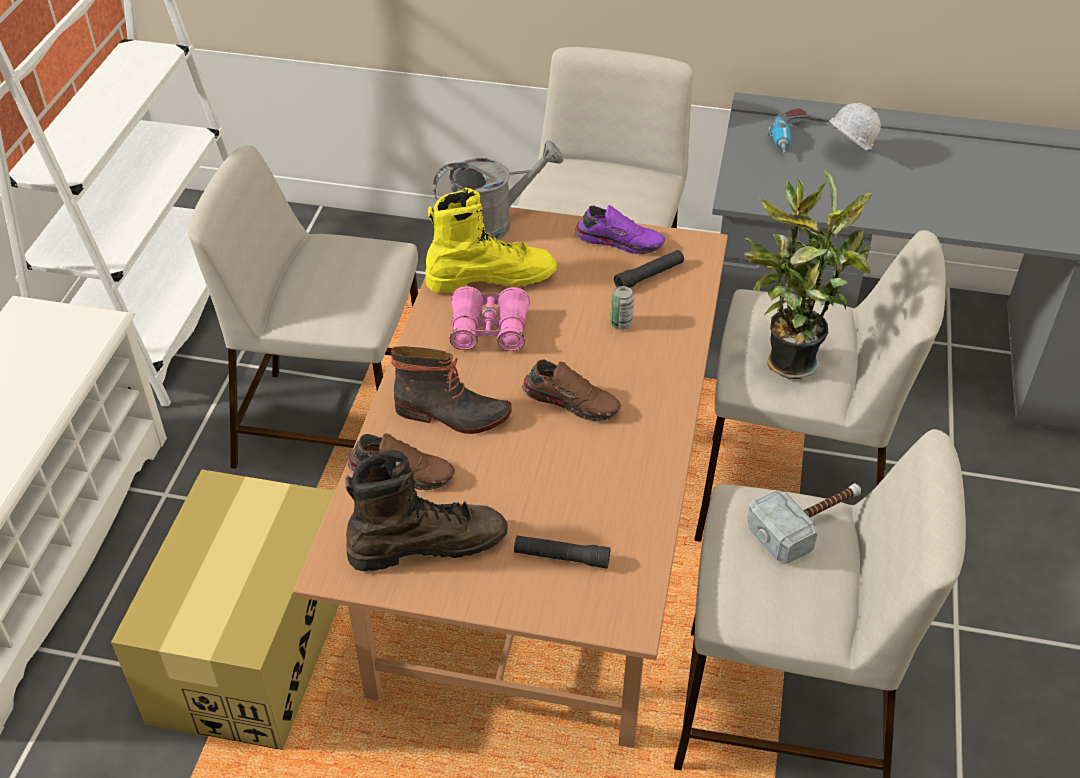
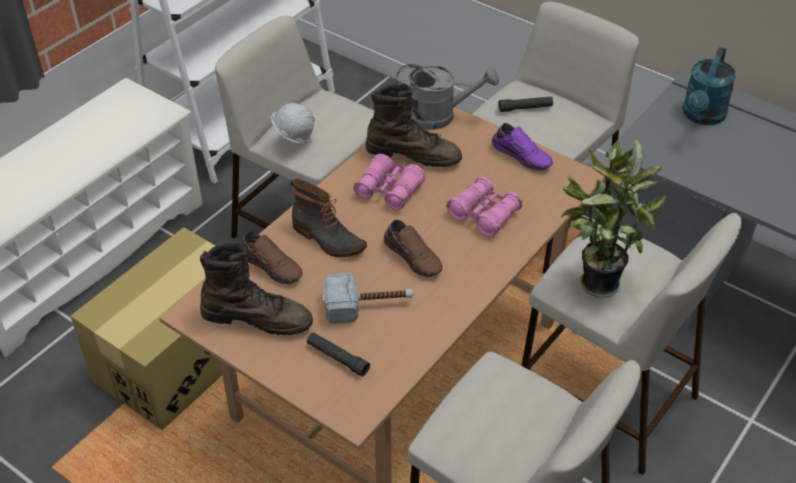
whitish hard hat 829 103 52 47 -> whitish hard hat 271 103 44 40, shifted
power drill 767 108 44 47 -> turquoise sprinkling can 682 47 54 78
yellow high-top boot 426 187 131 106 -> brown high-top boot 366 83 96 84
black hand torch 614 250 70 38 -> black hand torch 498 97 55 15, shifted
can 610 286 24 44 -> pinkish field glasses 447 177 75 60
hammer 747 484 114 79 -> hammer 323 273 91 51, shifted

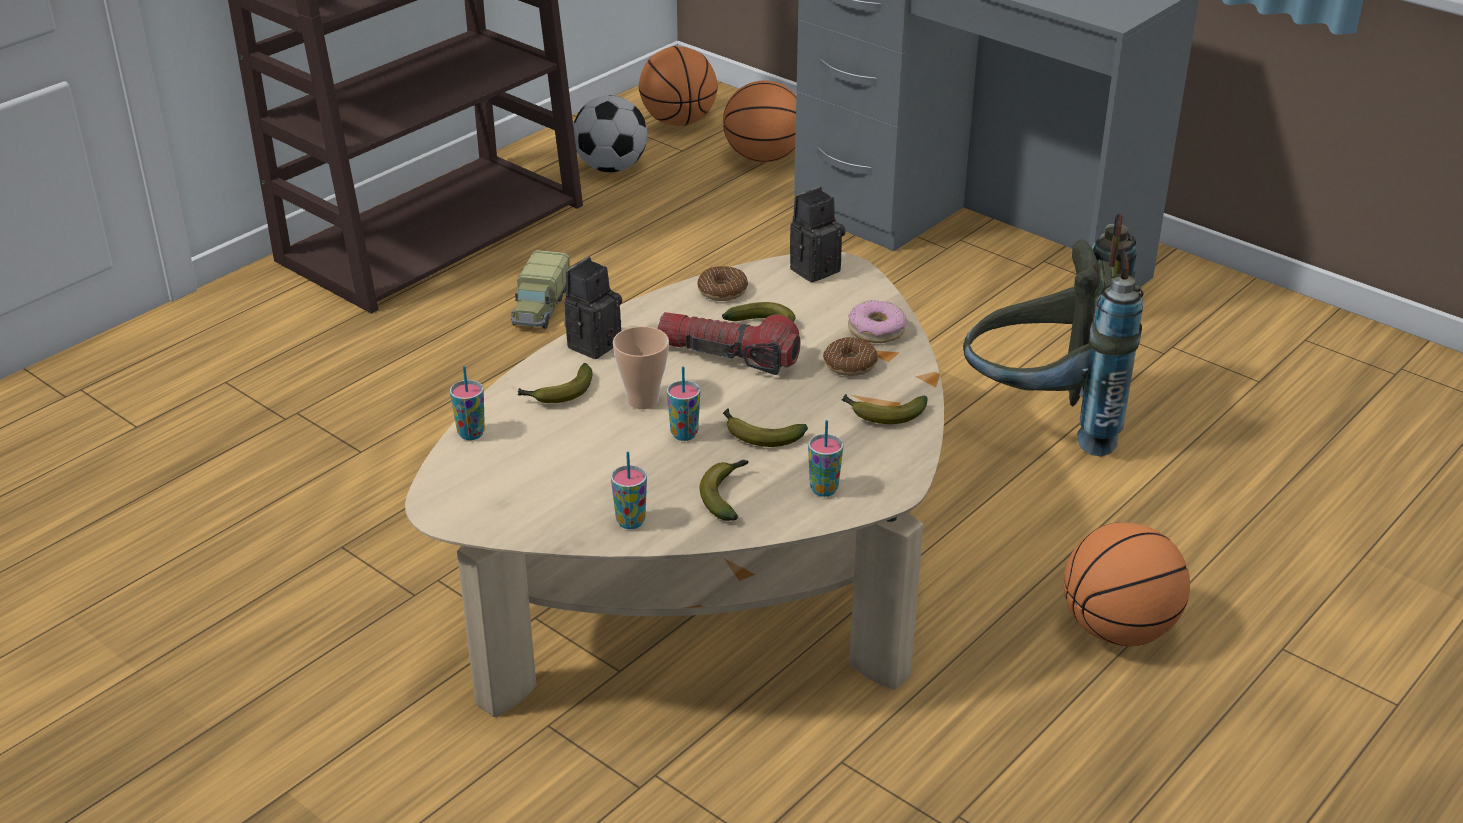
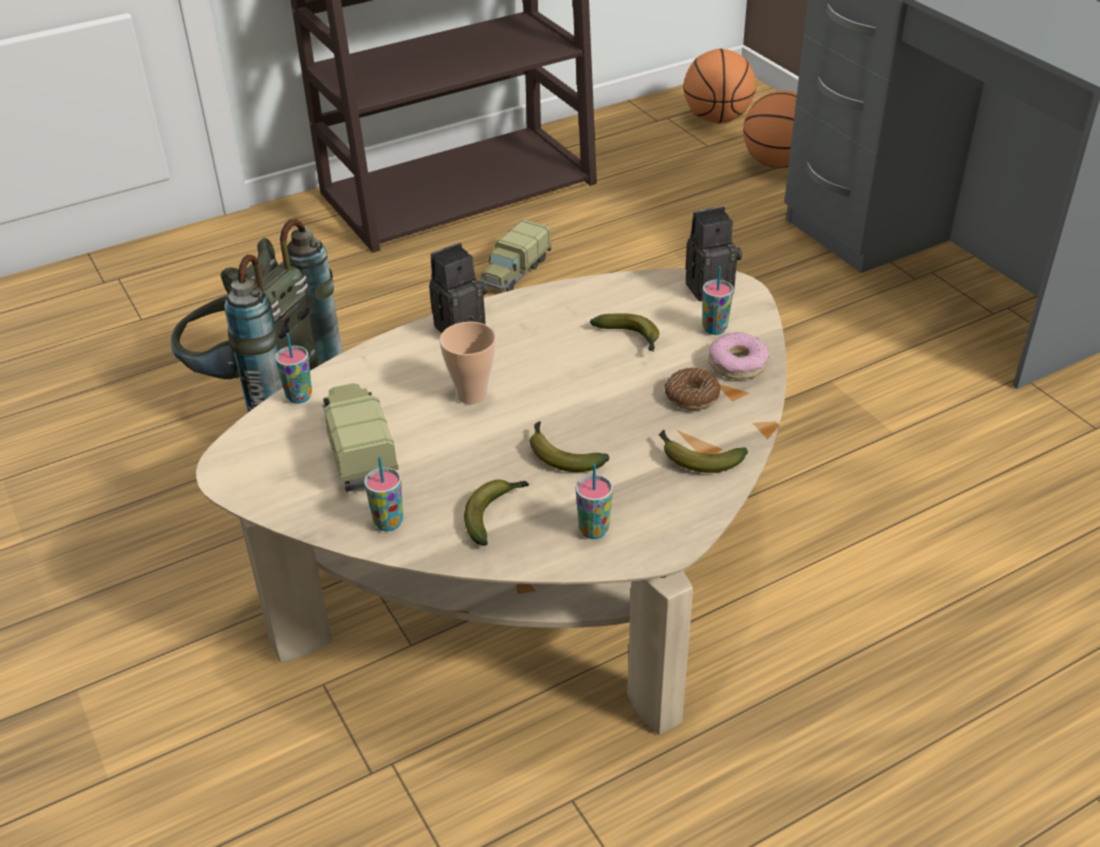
football ball 573 96 74 76 -> none
gray knapsack 963 214 180 242 -> gray knapsack 171 219 171 193, shifted
donut 697 266 51 35 -> none
hand torch 658 312 142 63 -> none
whole banana 518 363 74 40 -> none
small cup 667 367 33 74 -> small cup 703 266 31 69, shifted
basketball 1063 522 127 124 -> none
none -> model truck 322 383 77 109

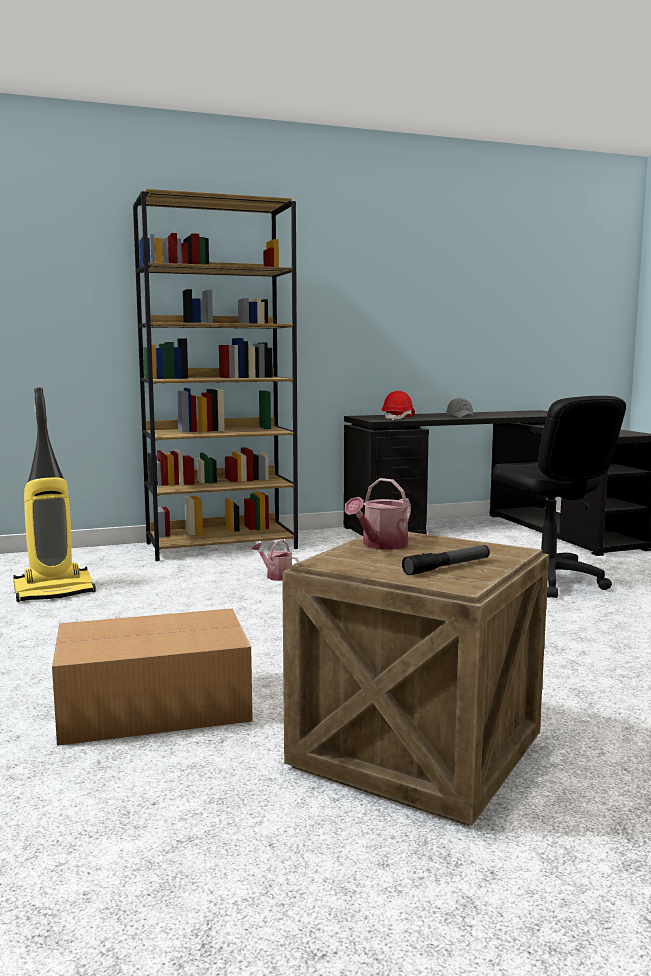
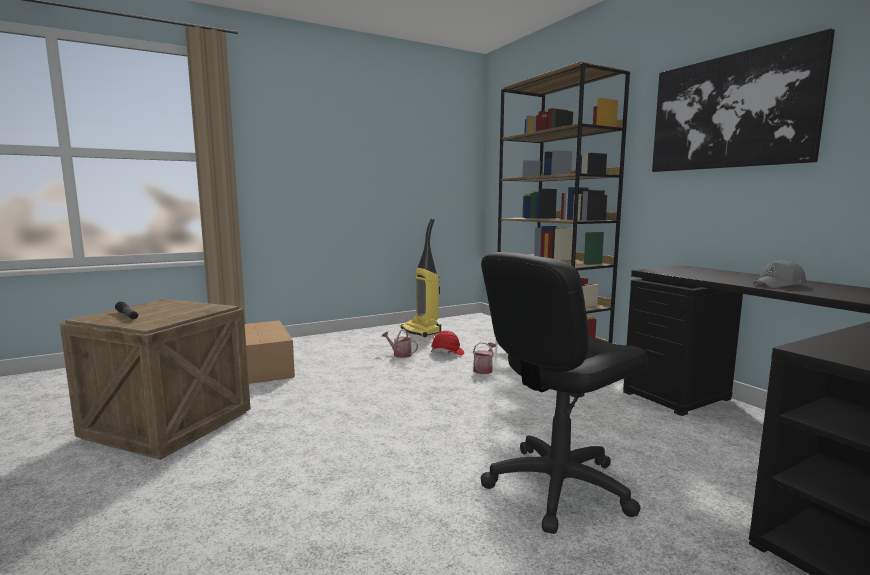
red hard hat 382 391 33 29 -> red hard hat 431 330 33 26, shifted
sprinkling can 344 478 67 71 -> sprinkling can 382 329 36 29, shifted
none -> picture 652 29 183 143

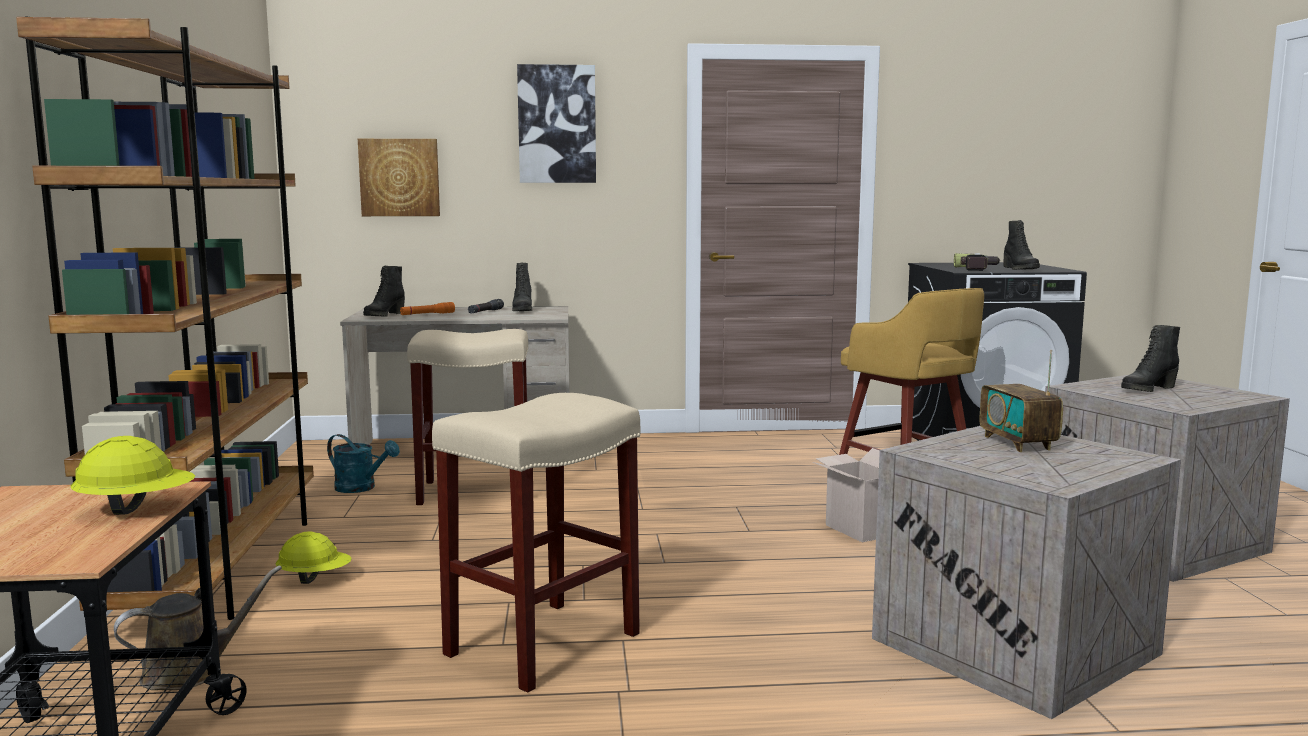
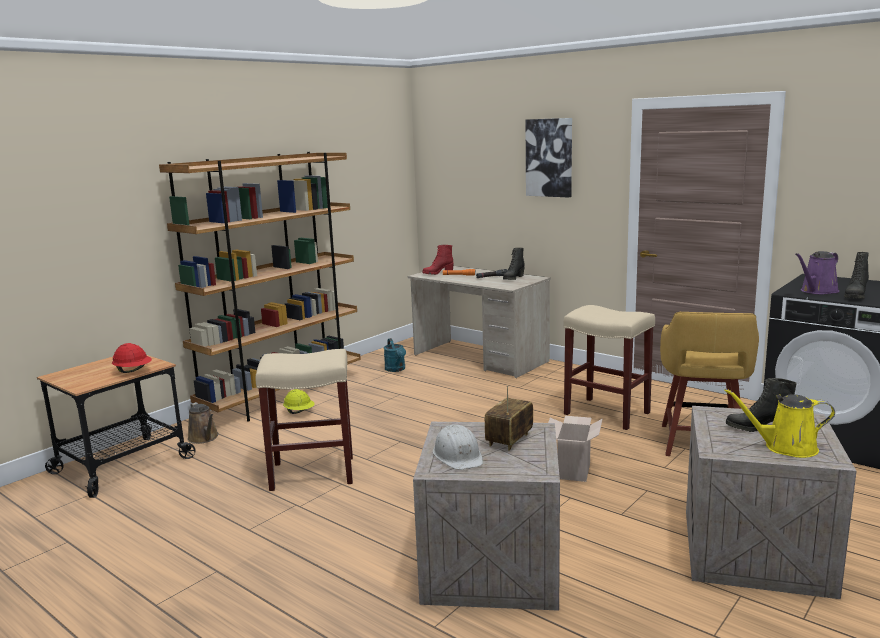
picture 358 139 82 77 -> none
power drill 954 253 47 18 -> purple-coloured sprinkling can 795 251 44 43
black high-top boot 363 266 42 51 -> red high-top boot 422 245 32 30
beige-coloured stool seat 407 329 121 176 -> beige-coloured stool seat 564 305 91 125, shifted
yellow hard hat 70 436 125 79 -> red hard hat 112 343 40 30
brown sprinkling can 114 565 168 125 -> brown sprinkling can 188 402 31 42, 45 degrees clockwise
none -> yellow sprinkling can 724 389 111 69
none -> whitish hard hat 433 424 50 46

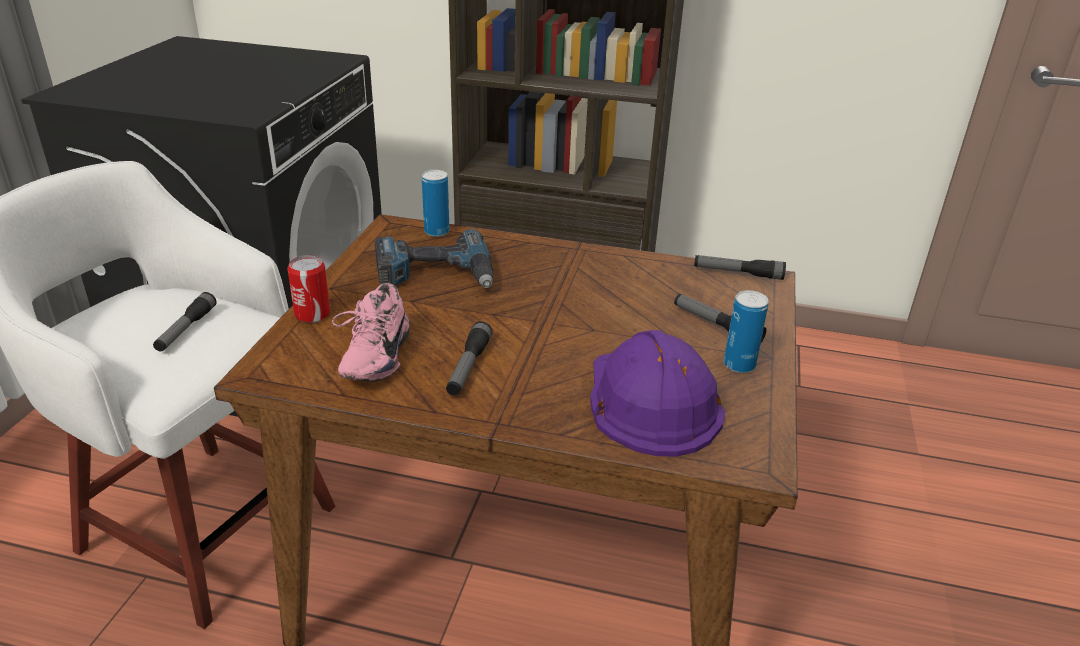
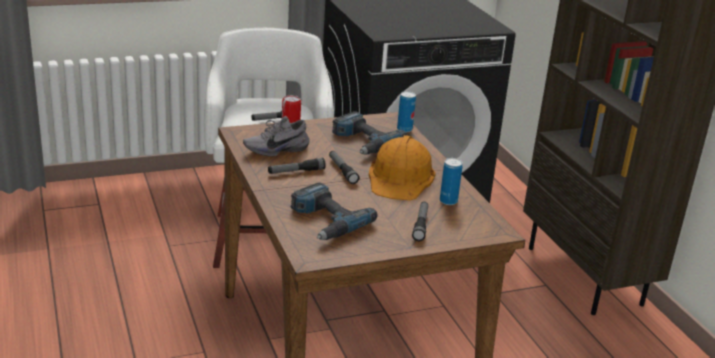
hand torch 694 255 92 25 -> hand torch 329 151 30 33, shifted
pinkish low shoe 332 283 78 99 -> gray low shoe 243 116 67 41
can 724 290 45 83 -> can 440 158 23 47, shifted
purple-coloured hard hat 590 330 135 126 -> power drill 290 183 88 57
none -> orange-coloured hard hat 369 135 67 65

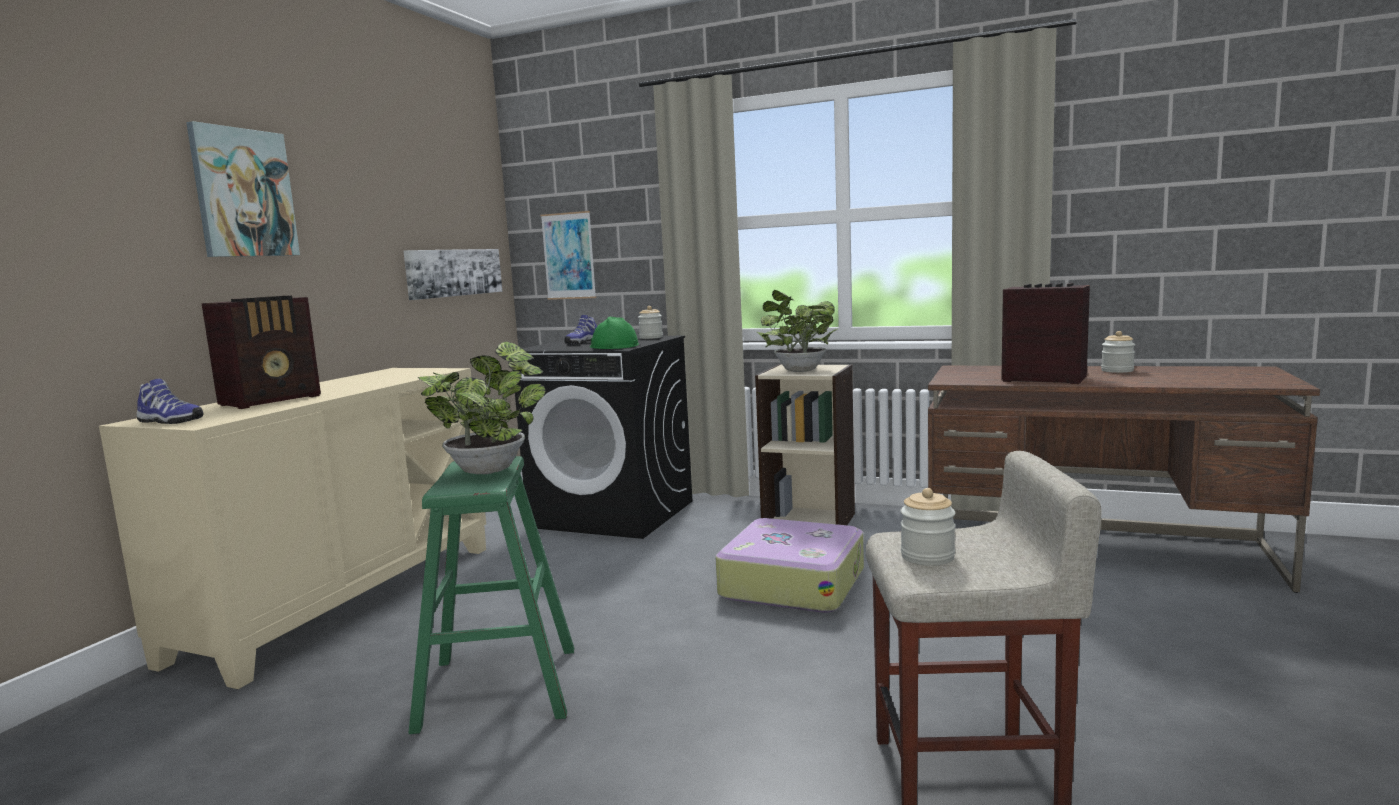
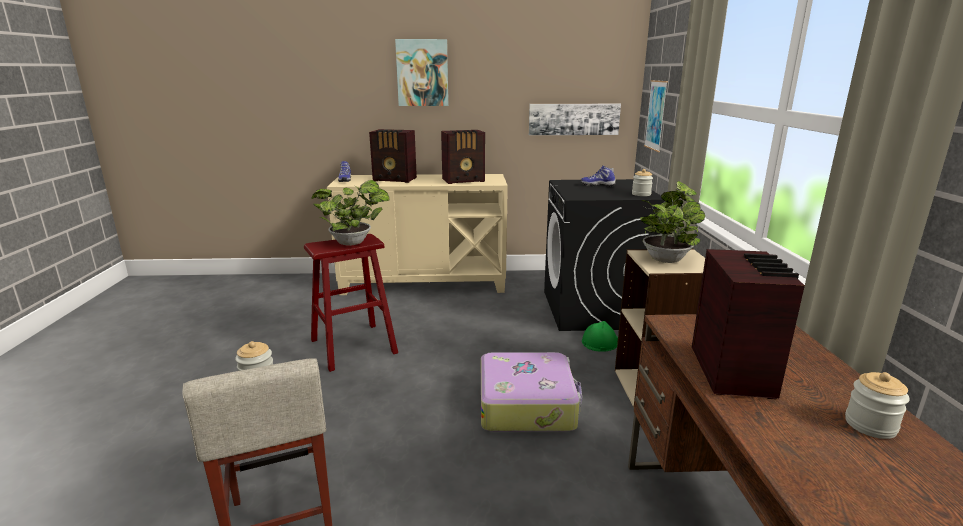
green-coloured hard hat 590 317 49 32 -> green-coloured hard hat 582 321 36 31, shifted
green-coloured stool seat 408 456 166 278 -> red stool seat 304 234 94 138
none -> radio 441 130 44 54

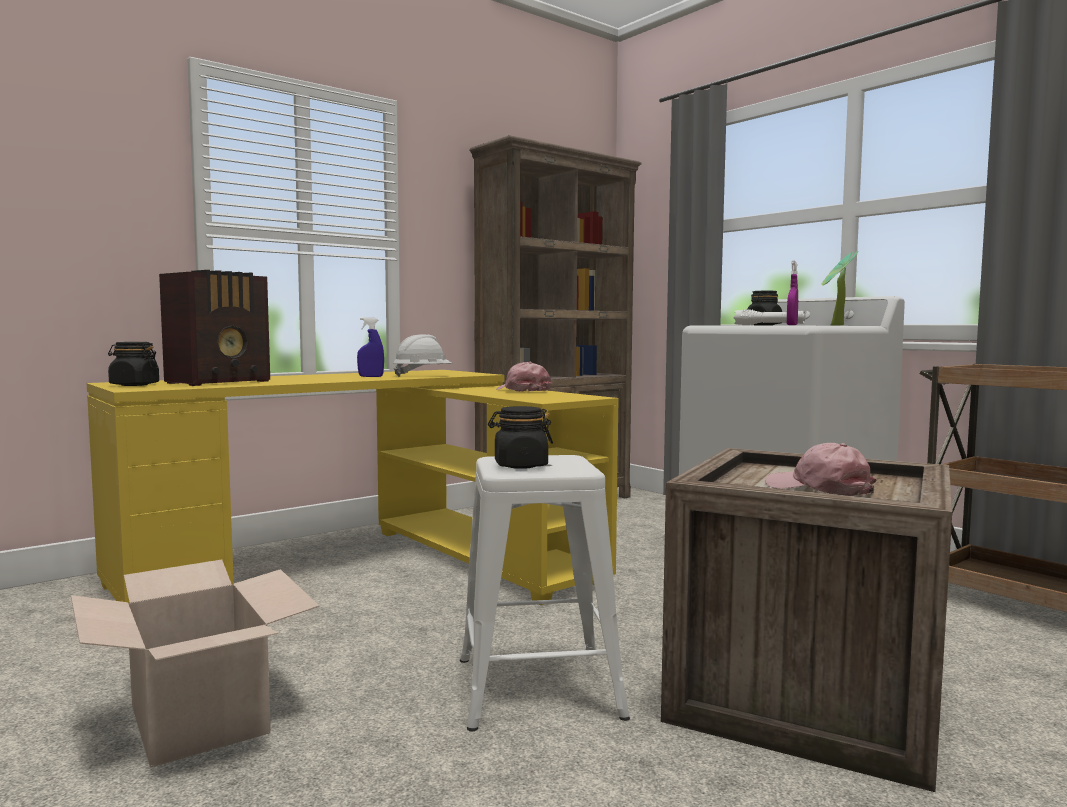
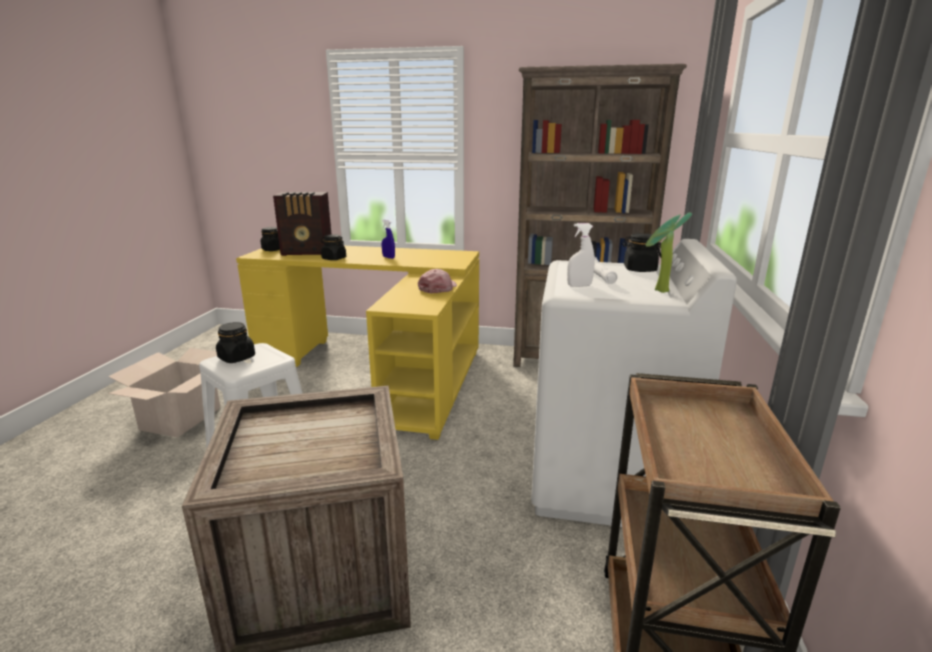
purple-coloured hand sprayer 787 261 11 64 -> whitish hand sprayer 567 223 28 64
whitish hard hat 393 334 60 43 -> none
pinkish peaked cap 765 443 112 53 -> none
none -> black preserve jar 321 234 25 26

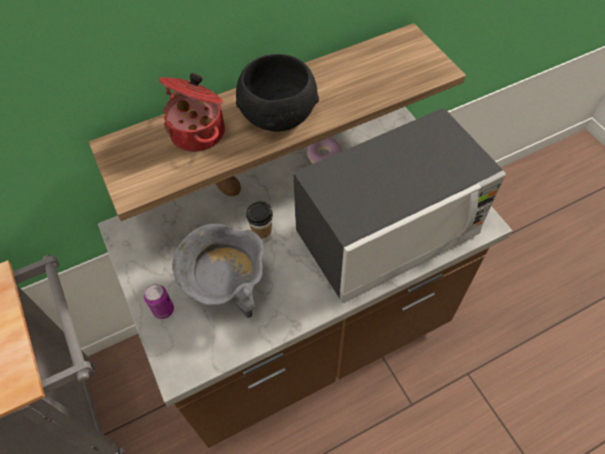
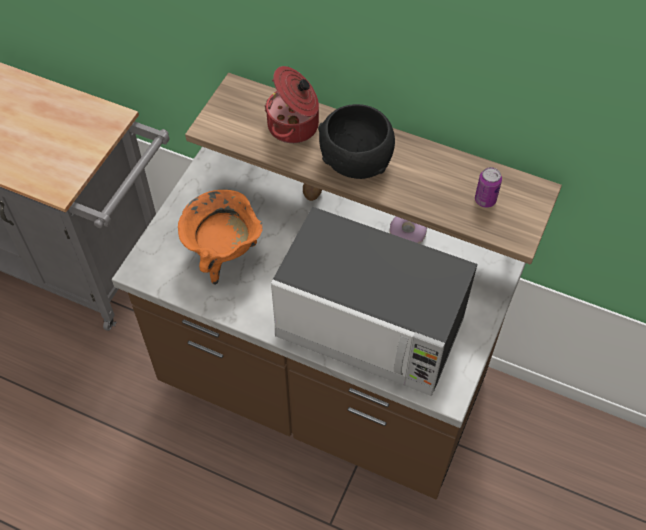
small cup 246 201 27 42 -> none
gray cooking pot 172 224 92 94 -> orange-coloured cooking pot 178 190 85 95
can 144 284 30 35 -> can 475 167 27 41, shifted

